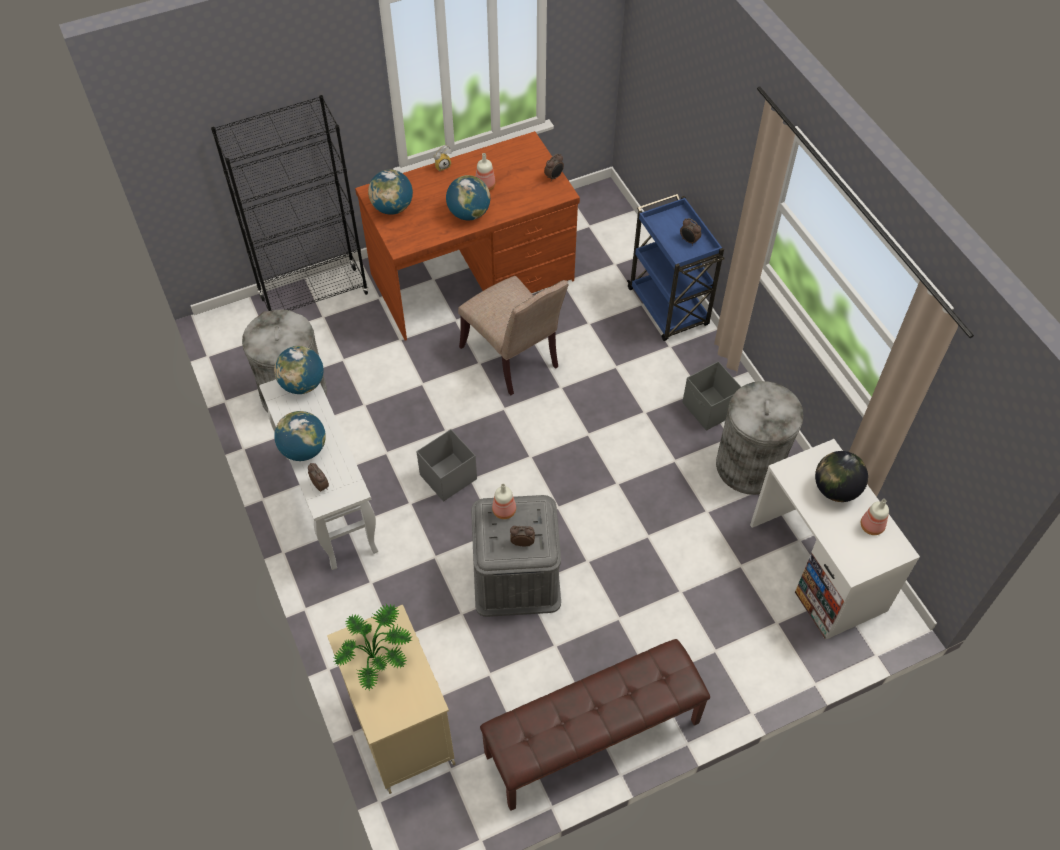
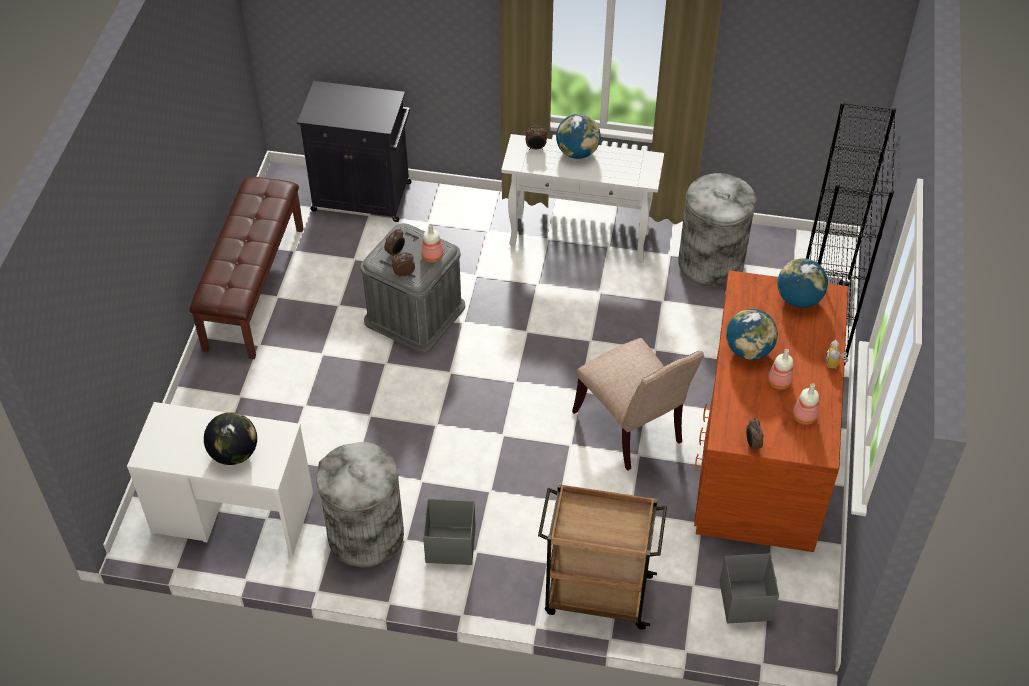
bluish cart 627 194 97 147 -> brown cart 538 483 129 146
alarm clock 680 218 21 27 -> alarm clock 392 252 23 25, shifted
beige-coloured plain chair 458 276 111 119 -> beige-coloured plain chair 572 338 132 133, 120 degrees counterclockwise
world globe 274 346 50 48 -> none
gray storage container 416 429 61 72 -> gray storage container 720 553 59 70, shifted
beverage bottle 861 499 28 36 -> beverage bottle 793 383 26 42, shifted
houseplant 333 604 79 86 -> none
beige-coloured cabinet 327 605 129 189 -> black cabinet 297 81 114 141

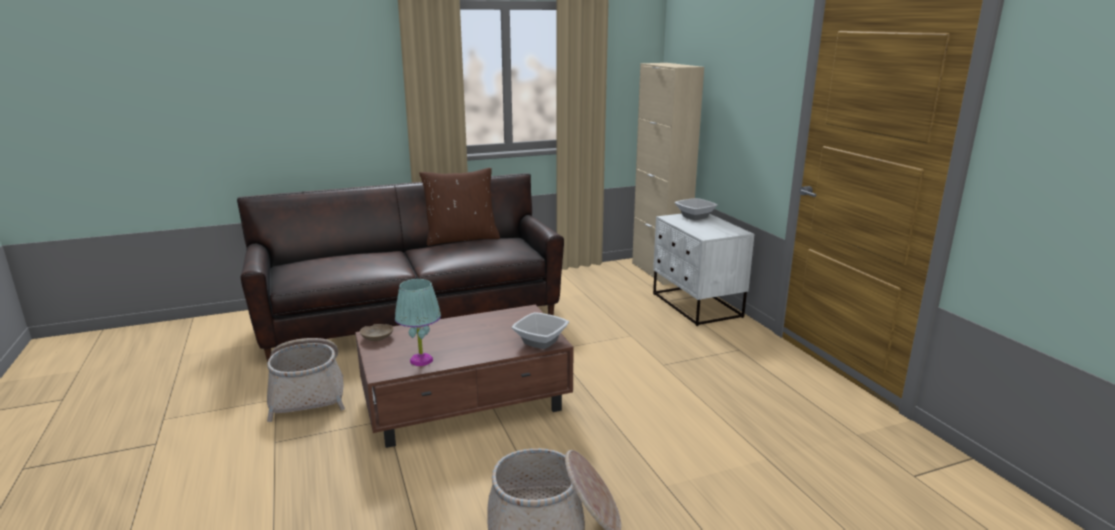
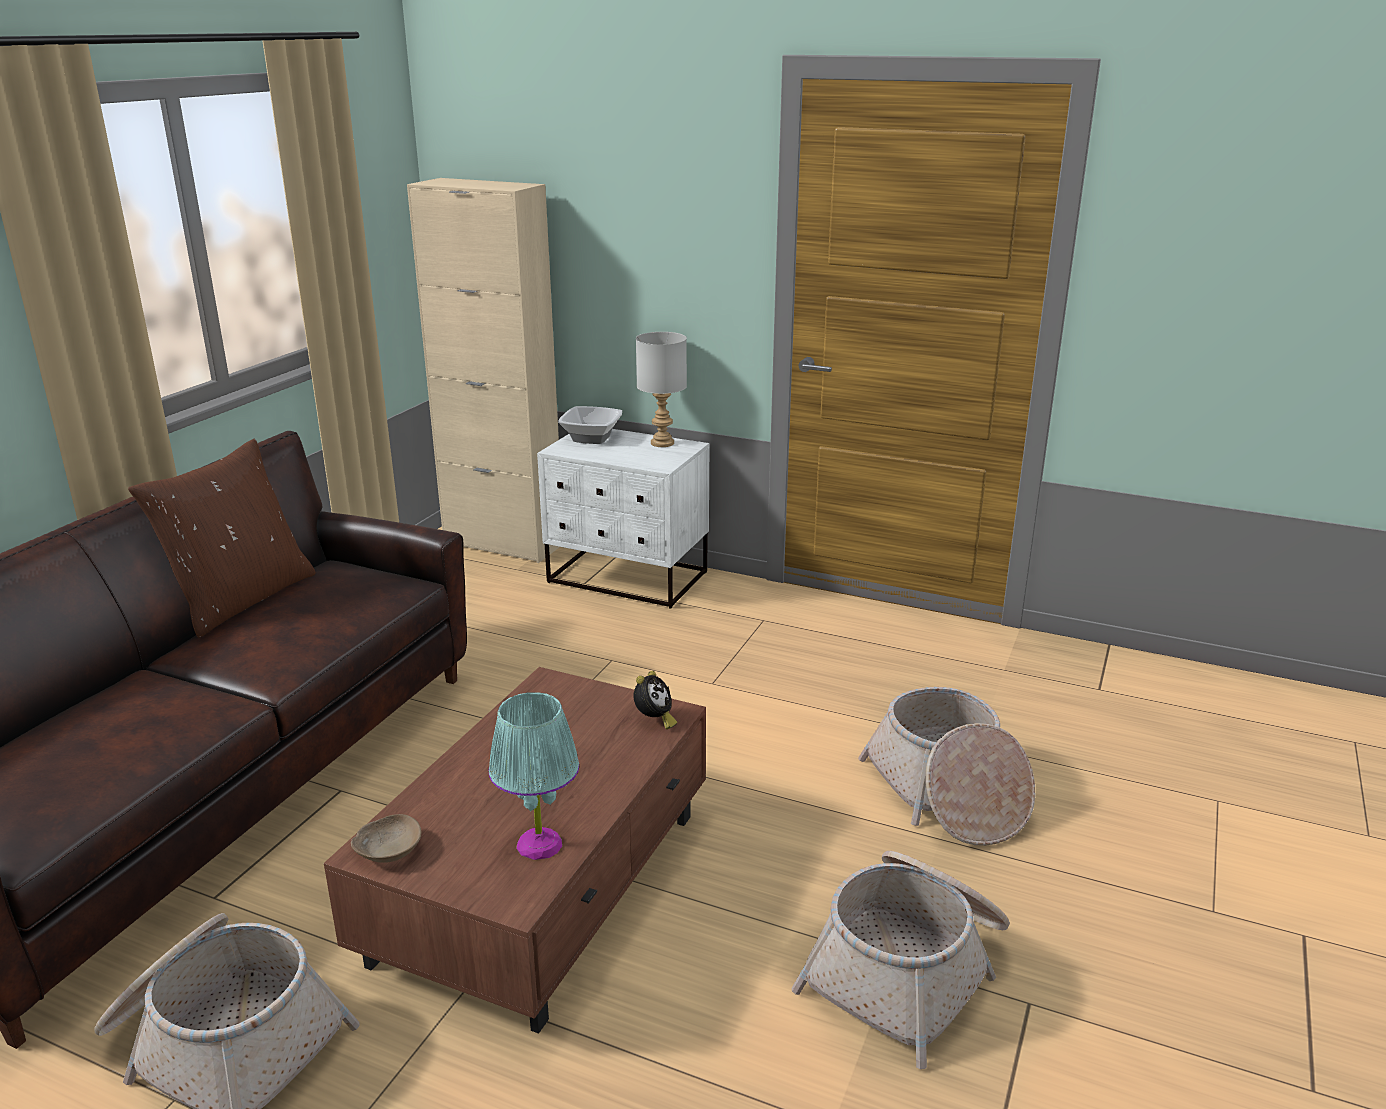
serving bowl 511 312 58 37 -> alarm clock 634 671 43 58
none -> gray lamp for a table 636 332 51 115
none -> storage basket 858 687 177 159

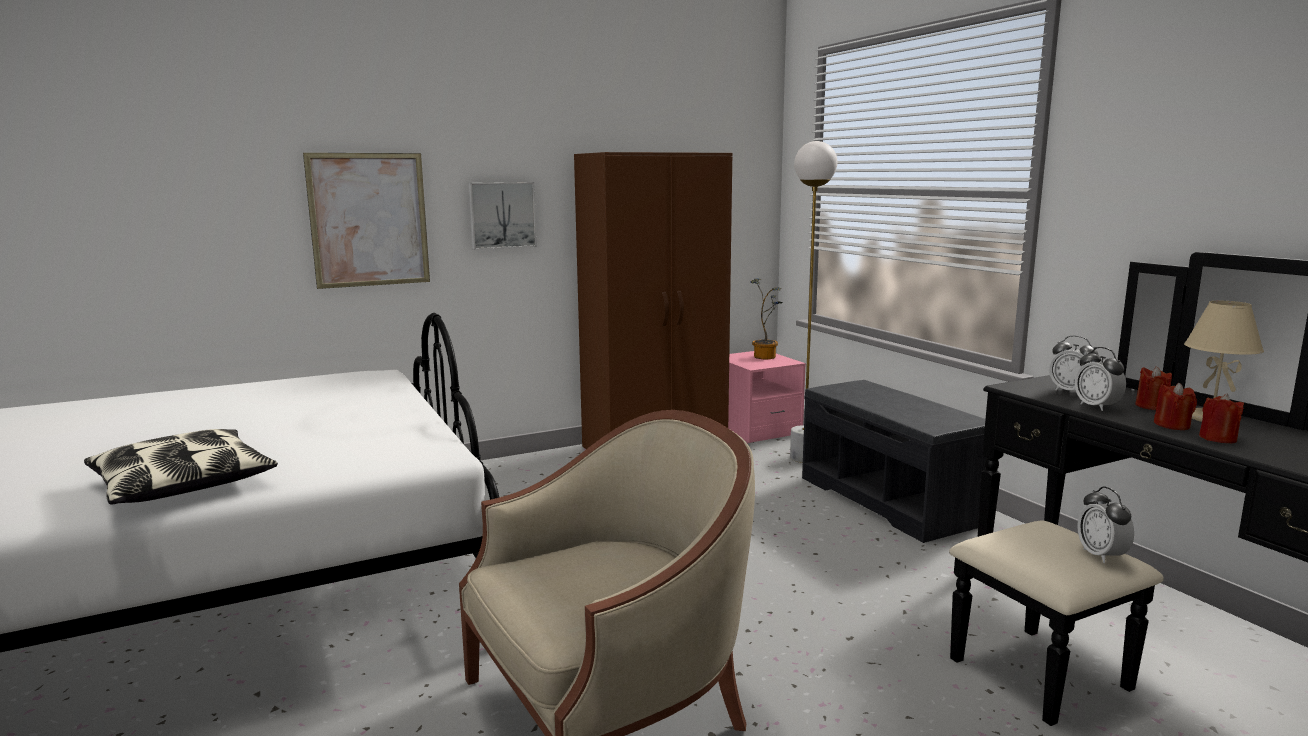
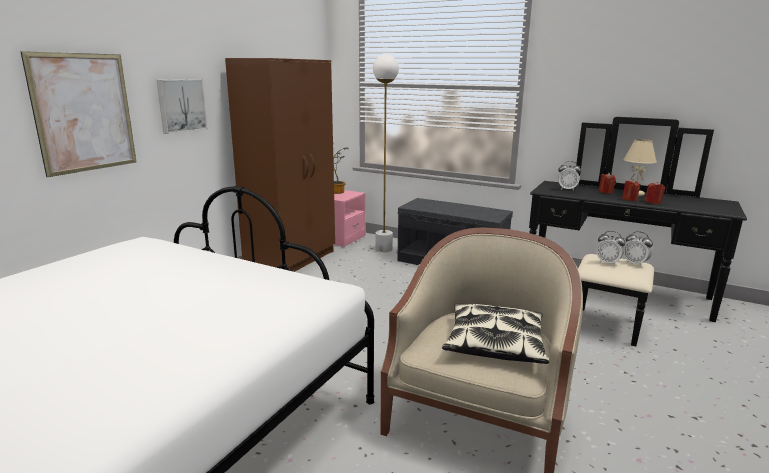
alarm clock 1075 347 51 64 -> alarm clock 596 231 29 35, shifted
cushion 84 429 194 75 -> cushion 442 303 107 61, shifted

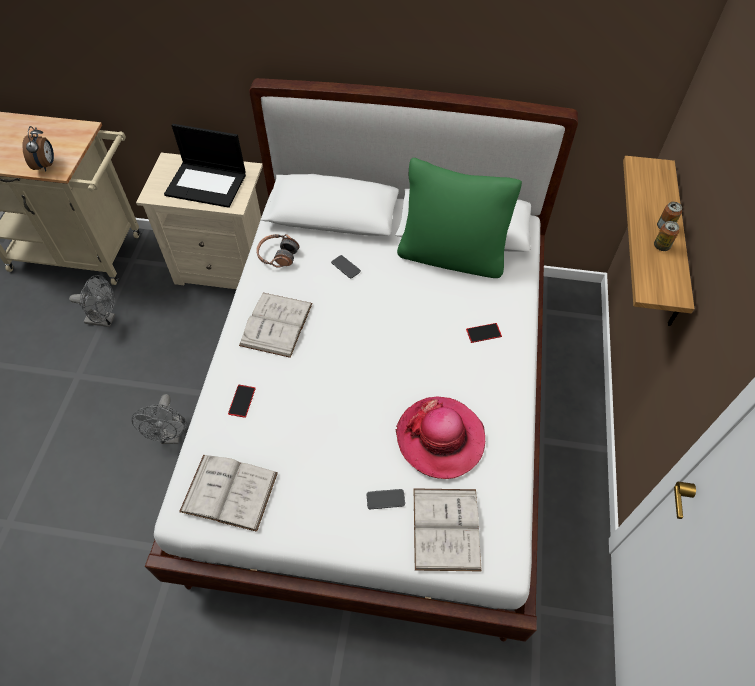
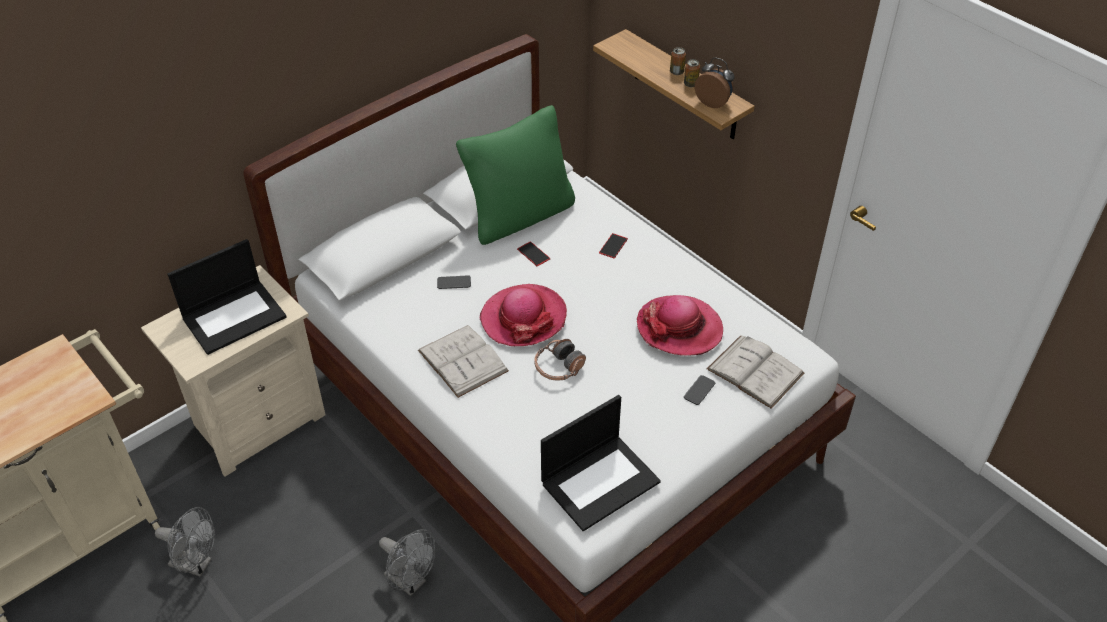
alarm clock 22 126 32 45 -> alarm clock 695 57 39 51, shifted
pair of headphones 256 234 43 34 -> pair of headphones 535 339 51 41, shifted
gray electric fan 69 275 46 52 -> gray electric fan 155 507 60 70, 60 degrees clockwise
telephone 228 385 28 33 -> telephone 517 241 33 25, shifted
whitish volume 179 455 99 77 -> portable computer 541 395 120 136
none -> clothing hat 480 284 87 62

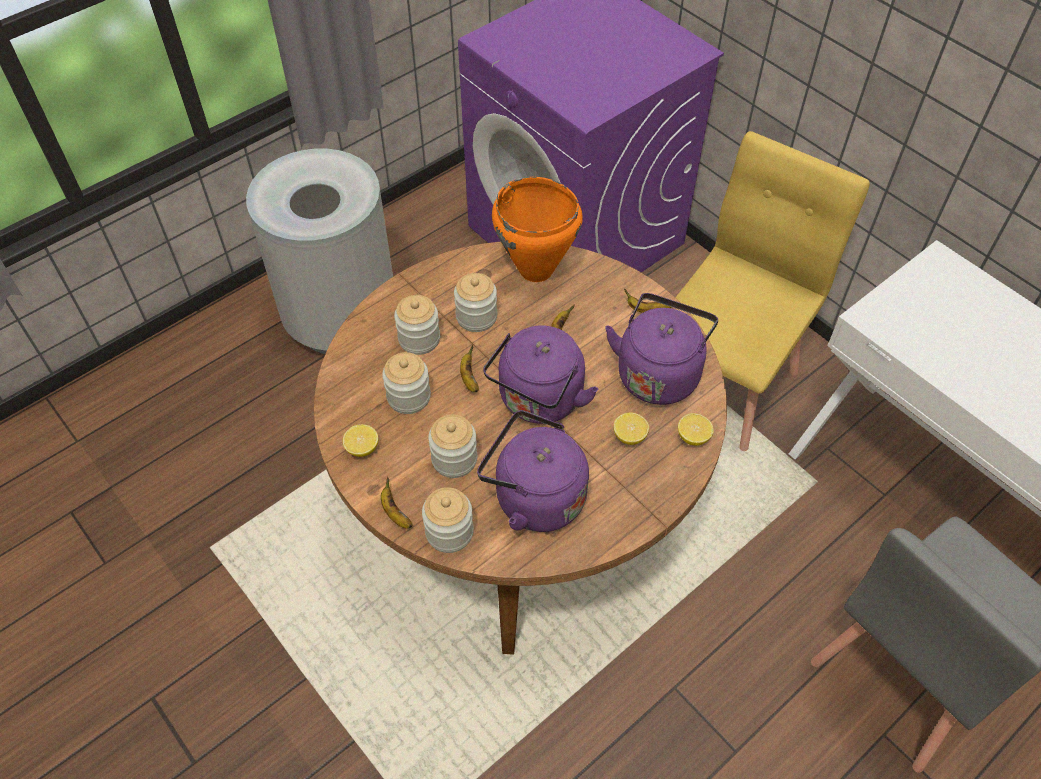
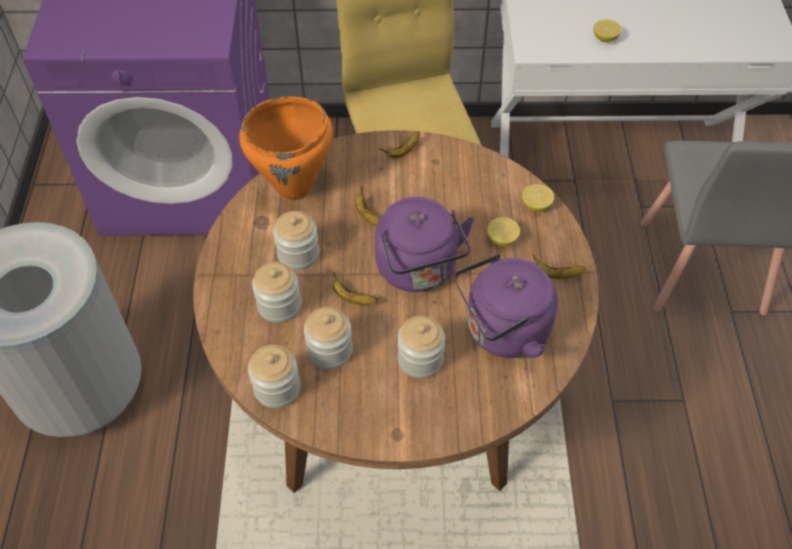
purple-coloured water kettle 605 293 113 112 -> none
citrus fruit 343 424 35 33 -> citrus fruit 593 19 28 23, shifted
whole banana 381 477 32 51 -> whole banana 533 255 53 24, shifted
preserve jar 422 487 52 66 -> preserve jar 248 344 52 64, shifted

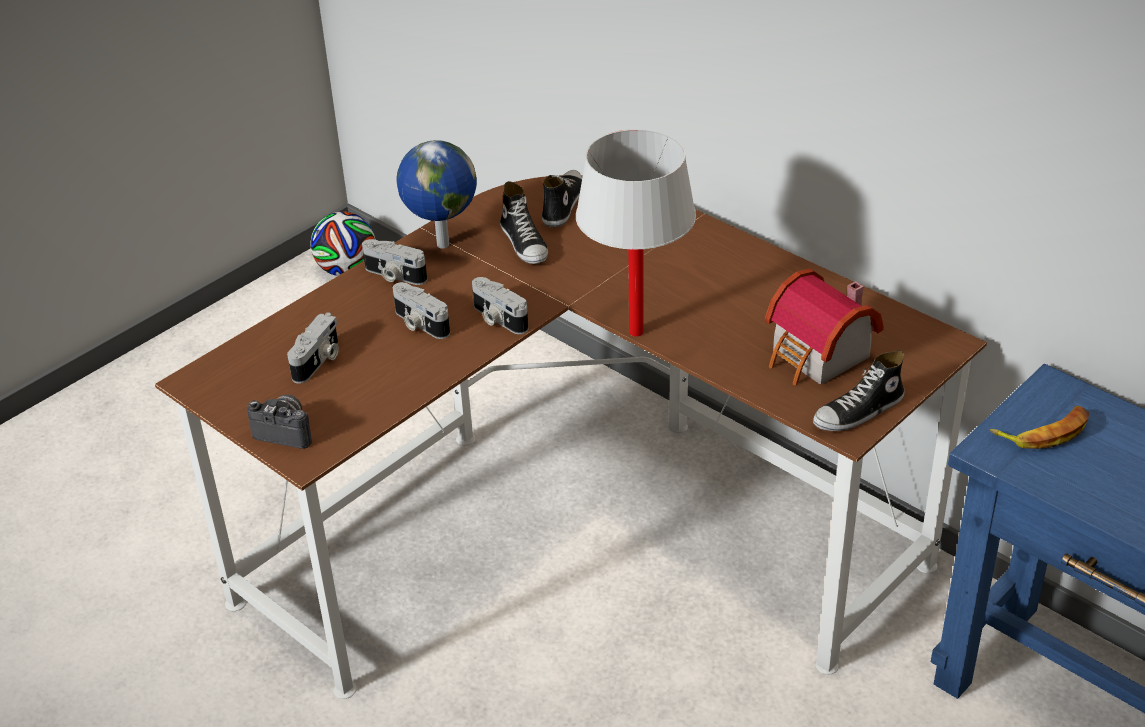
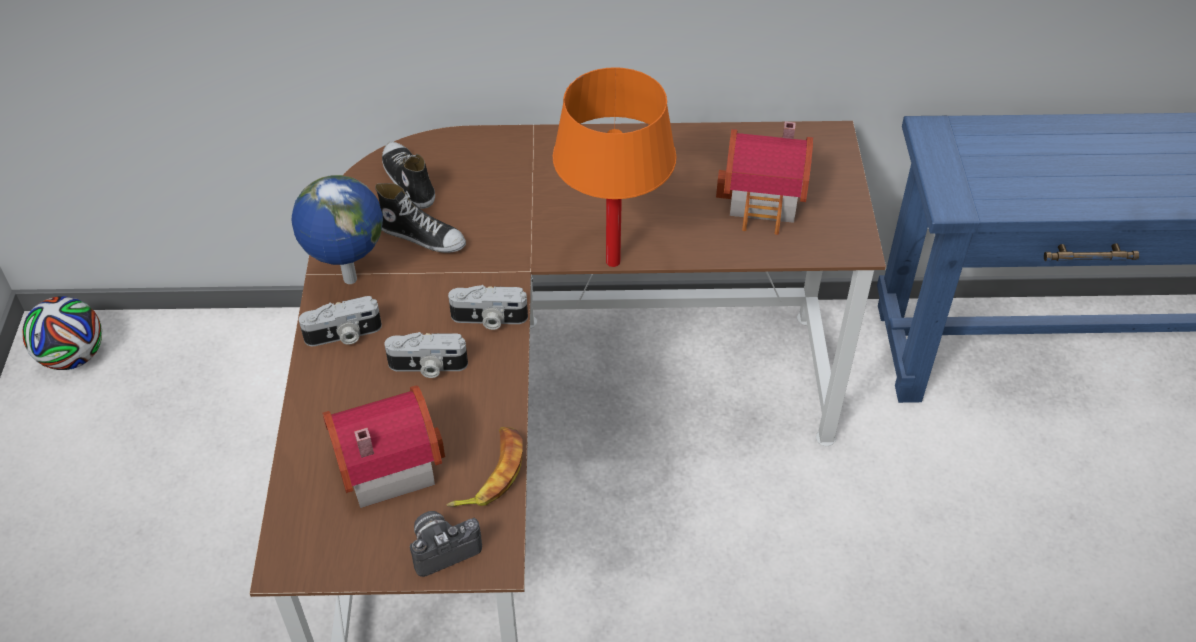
whitish lamp for a table 576 129 120 208 -> orange-coloured lamp for a table 553 67 123 200
photo camera 287 312 52 72 -> miniature house 322 385 123 123
low shoe 813 351 91 80 -> none
whole banana 990 406 99 43 -> whole banana 446 427 77 80, shifted

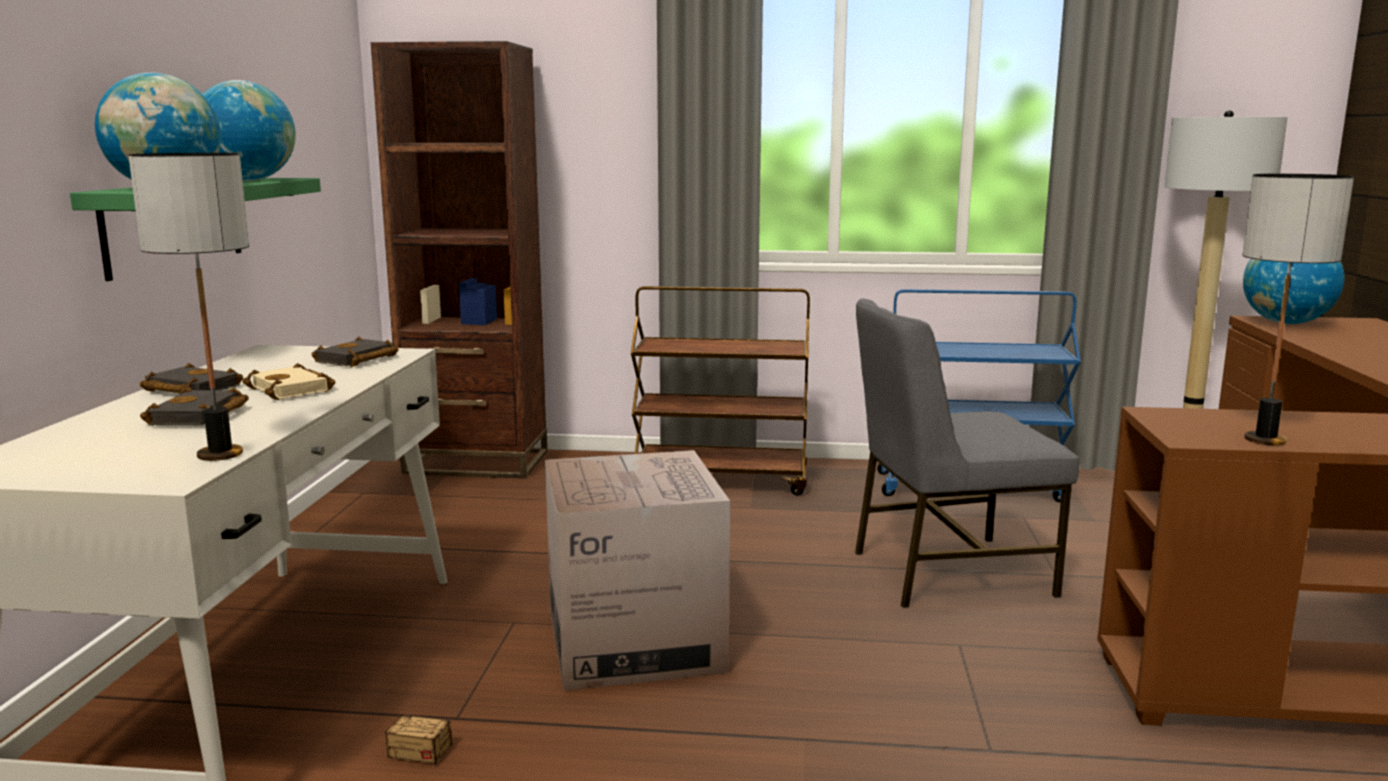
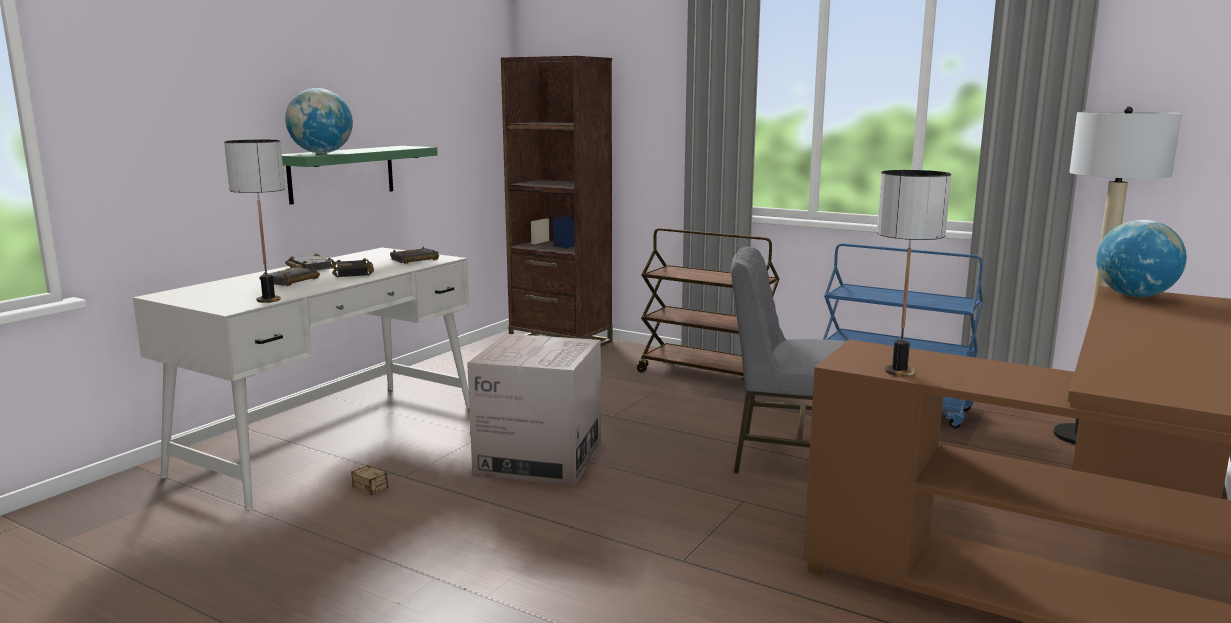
world globe 203 80 93 101 -> none
beige-coloured volume 242 363 93 37 -> black volume 332 258 42 20

